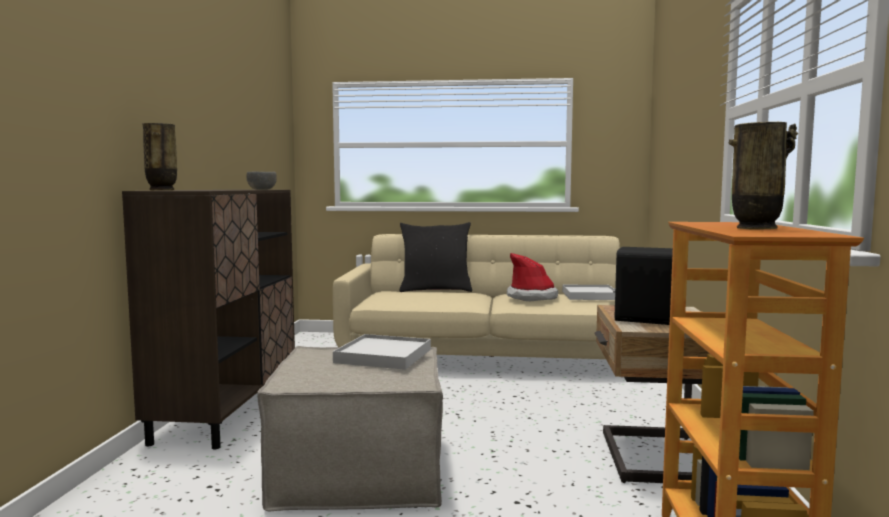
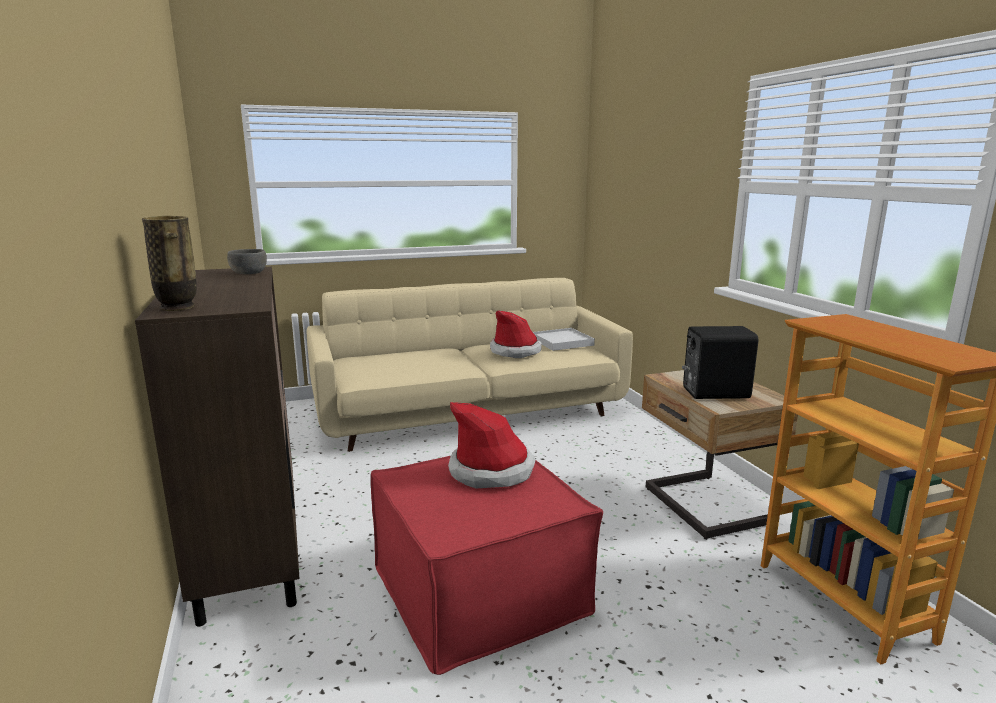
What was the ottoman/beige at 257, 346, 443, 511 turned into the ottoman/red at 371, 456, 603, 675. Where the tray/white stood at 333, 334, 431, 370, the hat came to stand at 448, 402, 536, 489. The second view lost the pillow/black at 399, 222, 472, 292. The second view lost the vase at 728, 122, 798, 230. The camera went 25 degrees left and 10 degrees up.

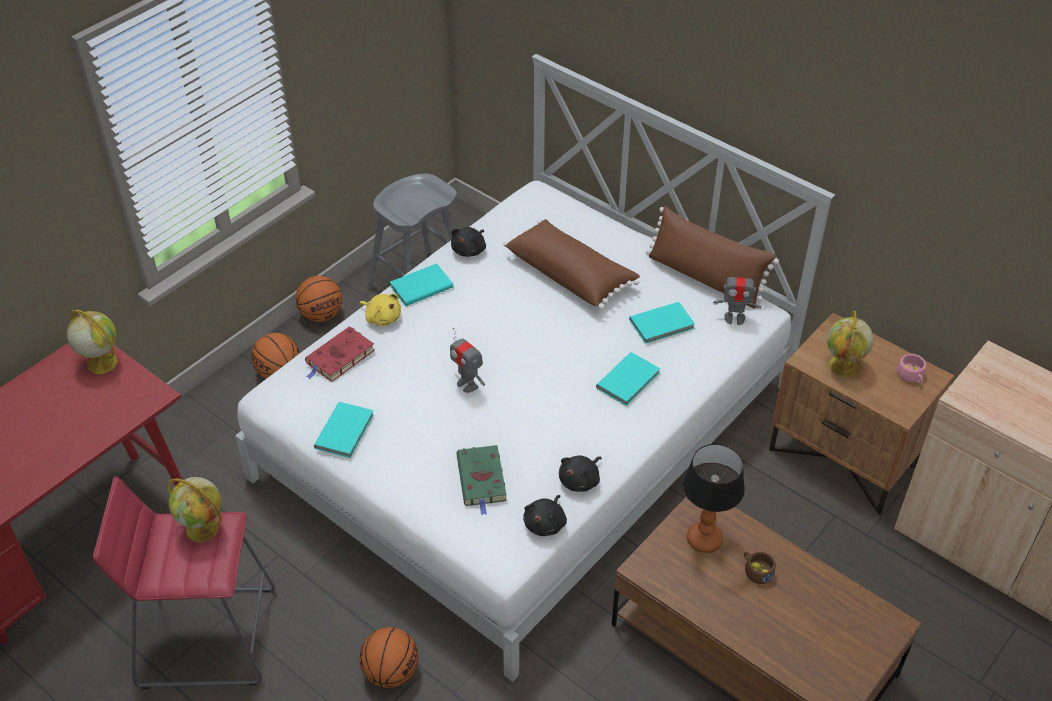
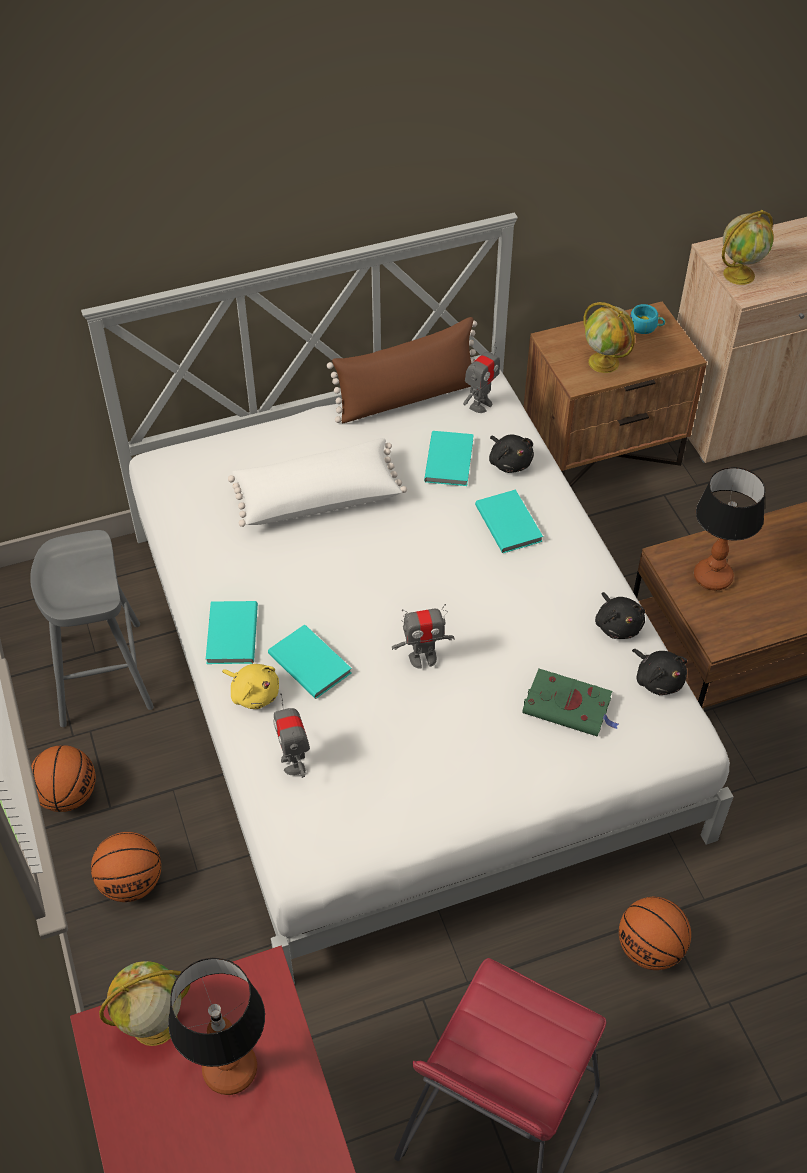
The globe ended up elsewhere, having gone from 167, 477, 222, 542 to 722, 210, 774, 285. Where the book/red stood at 305, 326, 375, 382, the toy robot came to stand at 273, 693, 310, 778. The book/turquoise ended up elsewhere, having gone from 314, 402, 374, 458 to 268, 624, 351, 699. The plush toy/yellow at 360, 293, 401, 326 ended up facing another way, 60 degrees clockwise from before. The plush toy/black ended up elsewhere, having gone from 451, 227, 486, 257 to 489, 435, 534, 473. What was the pillow/brown at 503, 219, 640, 309 turned into the pillow/white at 228, 438, 407, 527. The second view lost the cup/brown at 744, 552, 776, 584. What was the cup/pink at 897, 354, 926, 384 turned into the cup/turquoise at 630, 304, 666, 334. The second view gained the table lamp at 168, 957, 265, 1095. The camera went 60 degrees left and 5 degrees up.

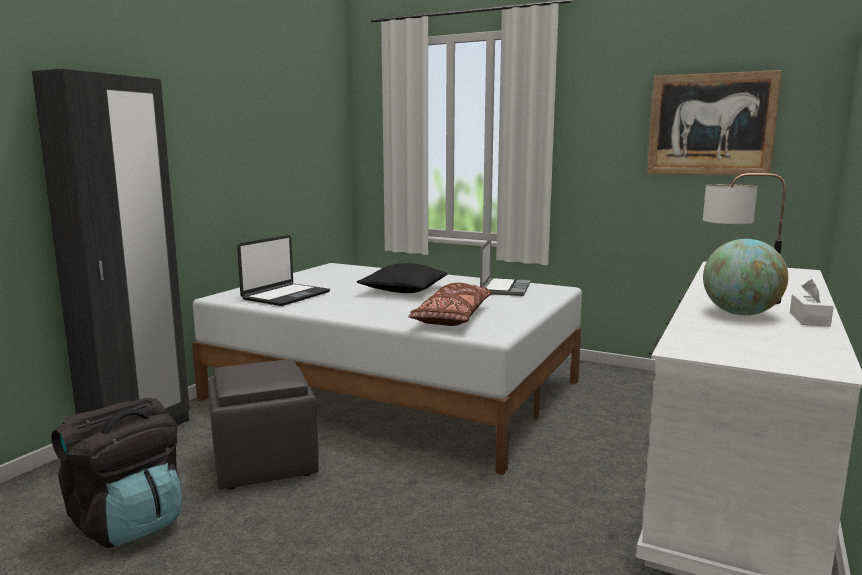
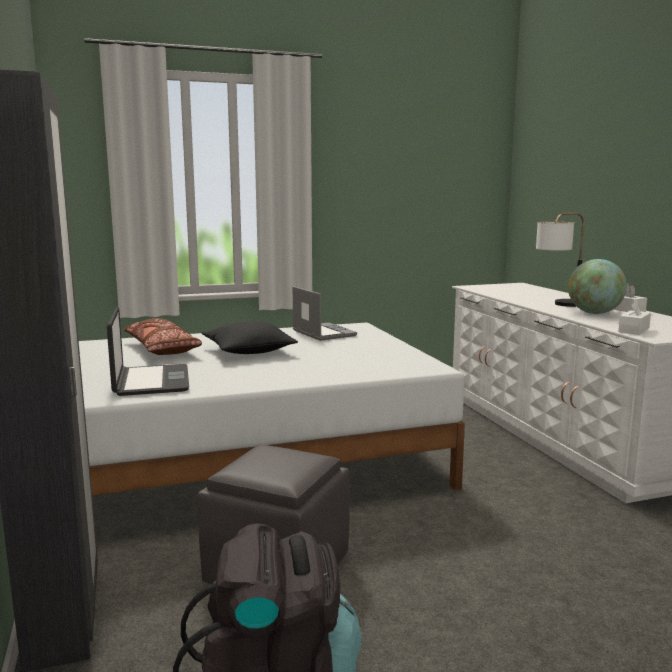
The pillow/brown ended up elsewhere, having gone from 408, 283, 493, 326 to 124, 318, 202, 355. The second view lost the picture at 647, 70, 782, 175. The second view gained the tissue box/white at 618, 298, 651, 335. The camera went 45 degrees left and 0 degrees up.

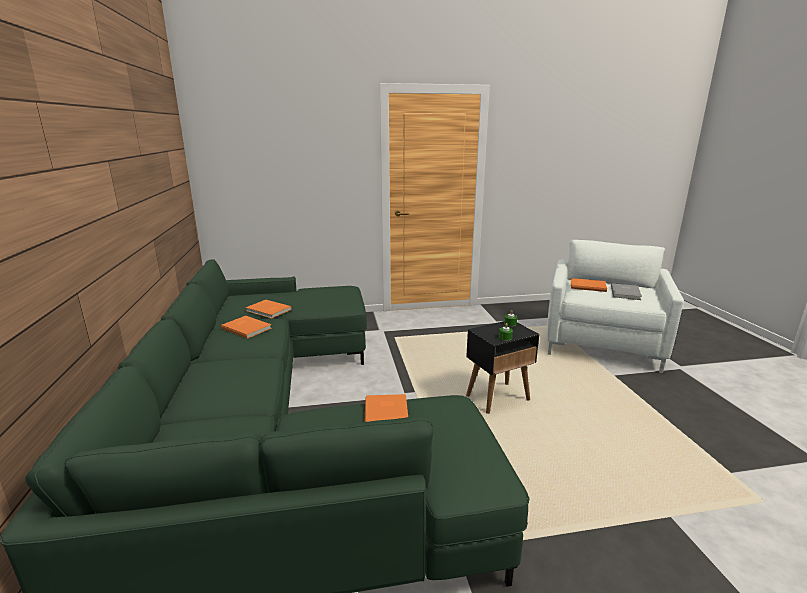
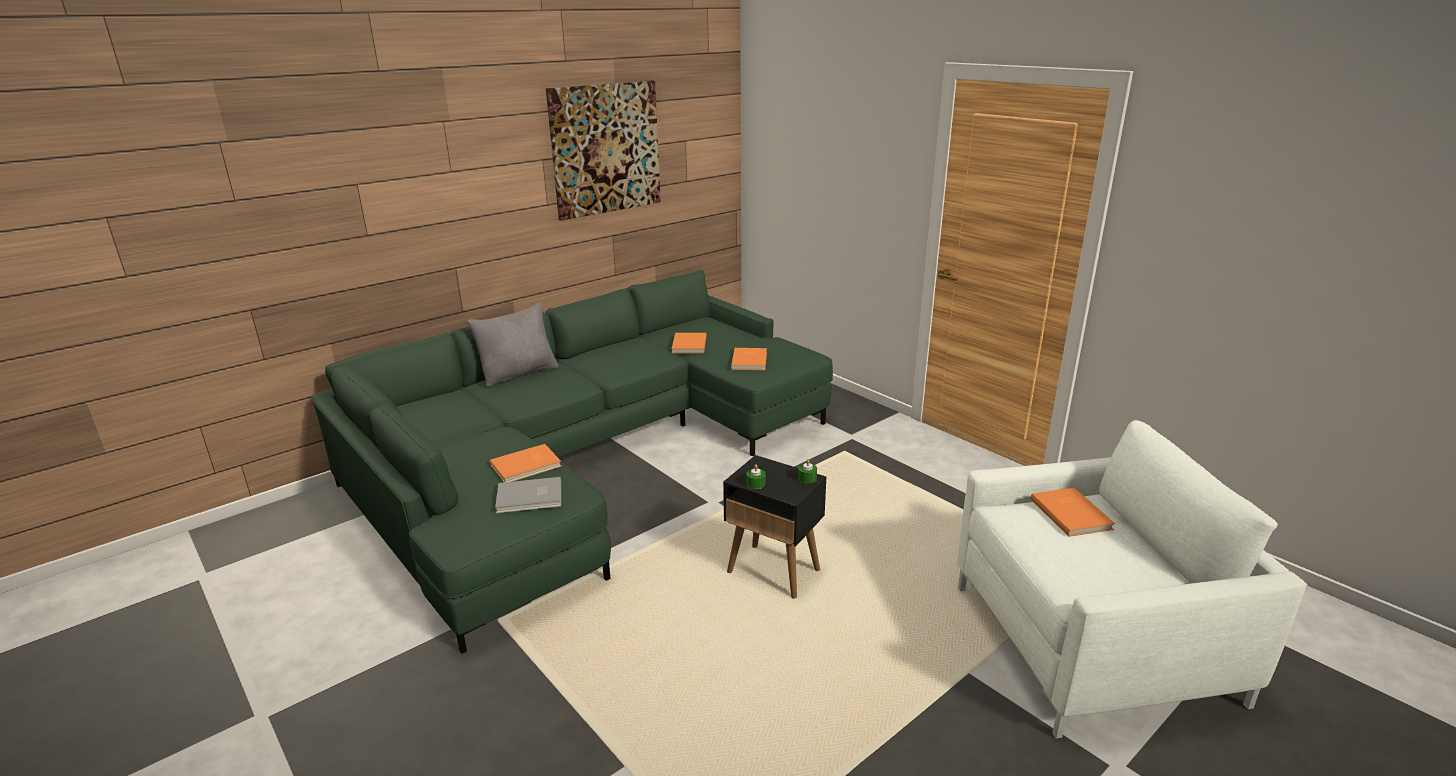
The book/orange ended up elsewhere, having gone from 221, 316, 272, 339 to 731, 348, 767, 370. The book/grey ended up elsewhere, having gone from 611, 283, 642, 300 to 495, 477, 561, 514. The second view gained the pillow/grey at 467, 302, 558, 387. The second view gained the picture at 546, 80, 661, 221. The camera went 60 degrees right and 5 degrees up.

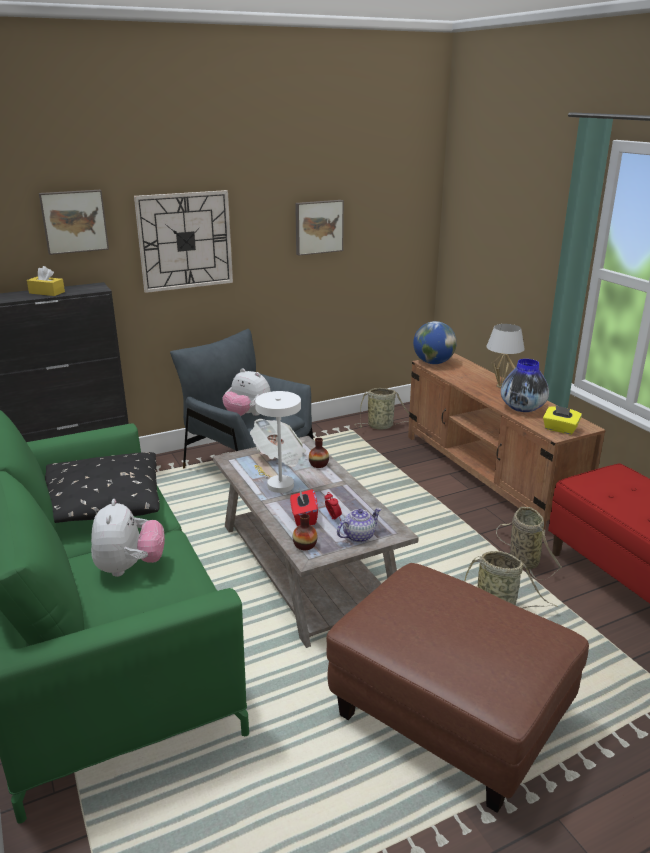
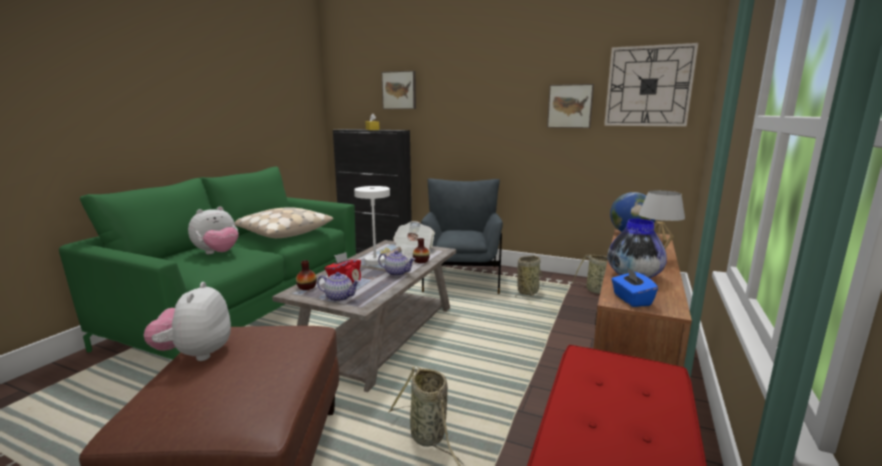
What was the pillow/black at 45, 452, 159, 523 turned into the pillow/beige at 235, 207, 334, 238. The wall clock ended up elsewhere, having gone from 134, 190, 233, 293 to 604, 43, 698, 127. The plush toy ended up elsewhere, having gone from 223, 368, 271, 416 to 144, 282, 231, 361. The basket ended up elsewhere, having gone from 496, 507, 562, 580 to 515, 256, 543, 298. What was the tissue box/yellow at 543, 405, 582, 435 turned into the tissue box/blue at 611, 267, 658, 307. The second view gained the teapot at 378, 251, 415, 276. The camera went 50 degrees right and 10 degrees down.

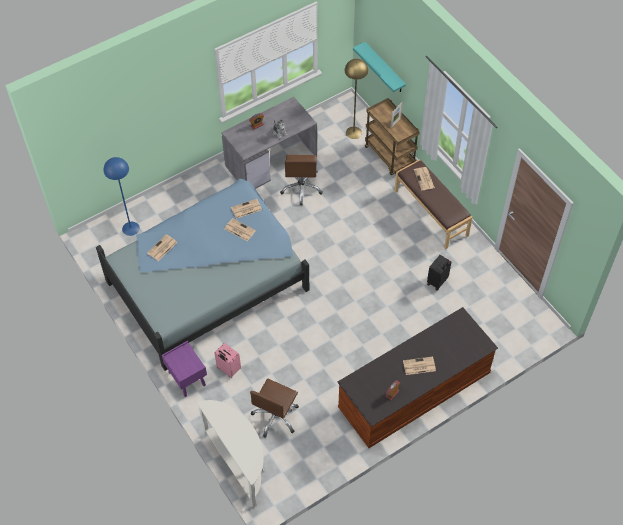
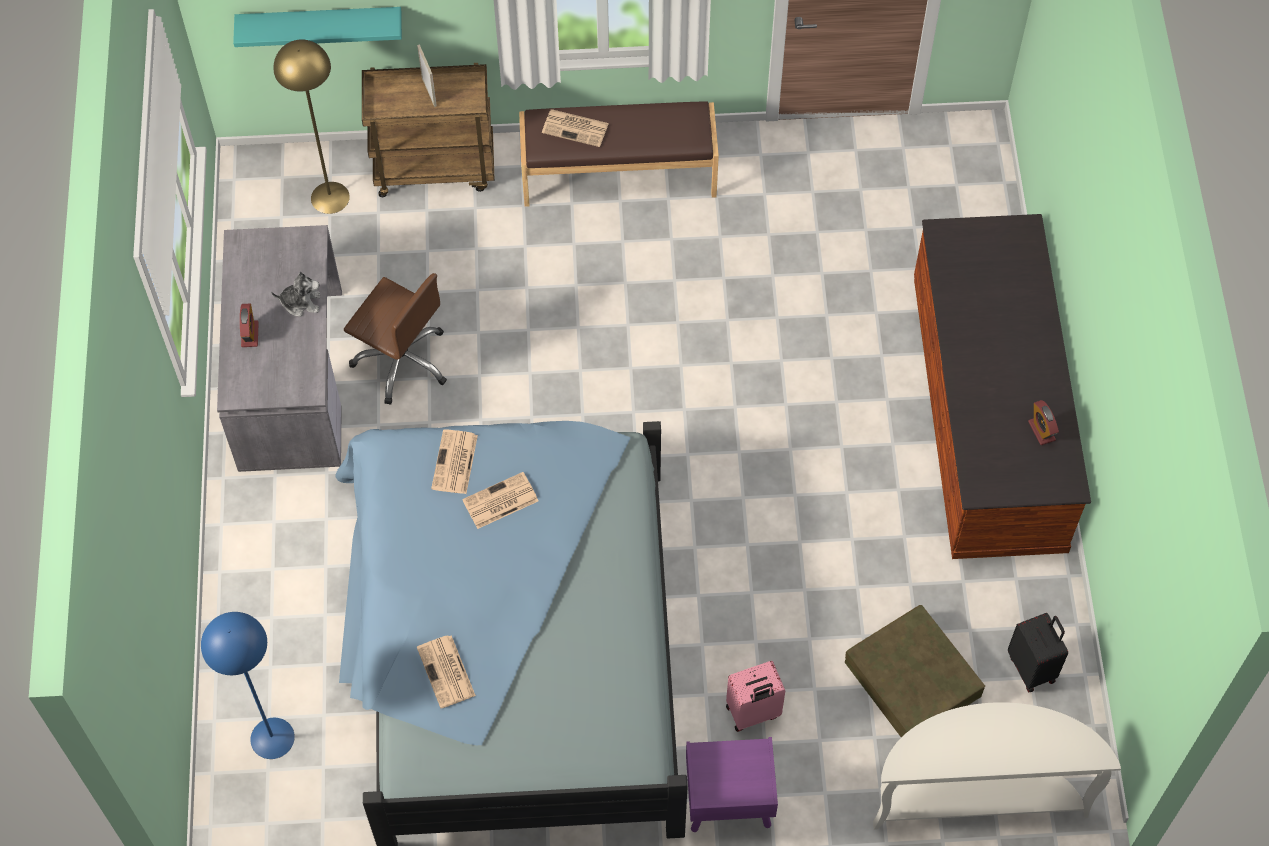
Where the office chair/brown stood at 250, 378, 299, 438, the storage box/brown came to stand at 845, 605, 985, 737. The second view lost the newspaper at 403, 357, 436, 375. The suitcase/black ended up elsewhere, having gone from 427, 255, 451, 291 to 1008, 613, 1068, 692. The camera went 60 degrees left and 5 degrees up.

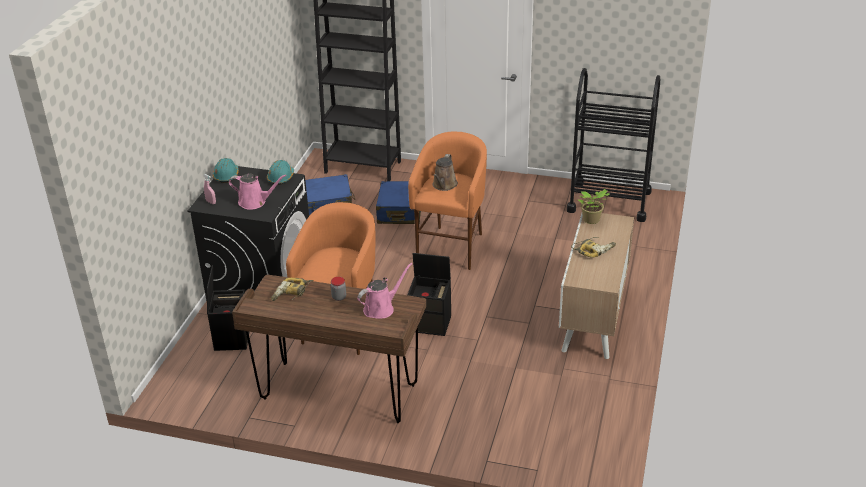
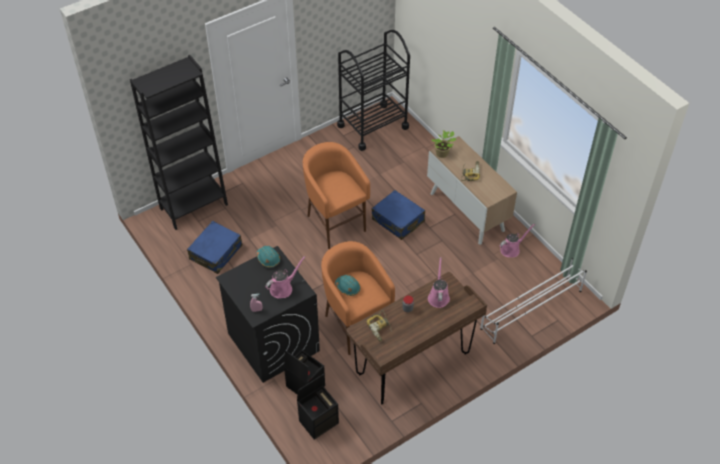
The hard hat/turquoise ended up elsewhere, having gone from 213, 158, 239, 183 to 335, 275, 360, 296. The suitcase/blue ended up elsewhere, having gone from 376, 181, 421, 224 to 372, 190, 425, 240. The storage box/black ended up elsewhere, having gone from 408, 253, 451, 336 to 297, 374, 339, 440. The second view lost the watering can/brown at 433, 154, 458, 191. The second view gained the shoe rack/white at 480, 258, 587, 344. The second view gained the watering can/pink at 500, 224, 535, 257. The camera went 50 degrees left and 15 degrees up.

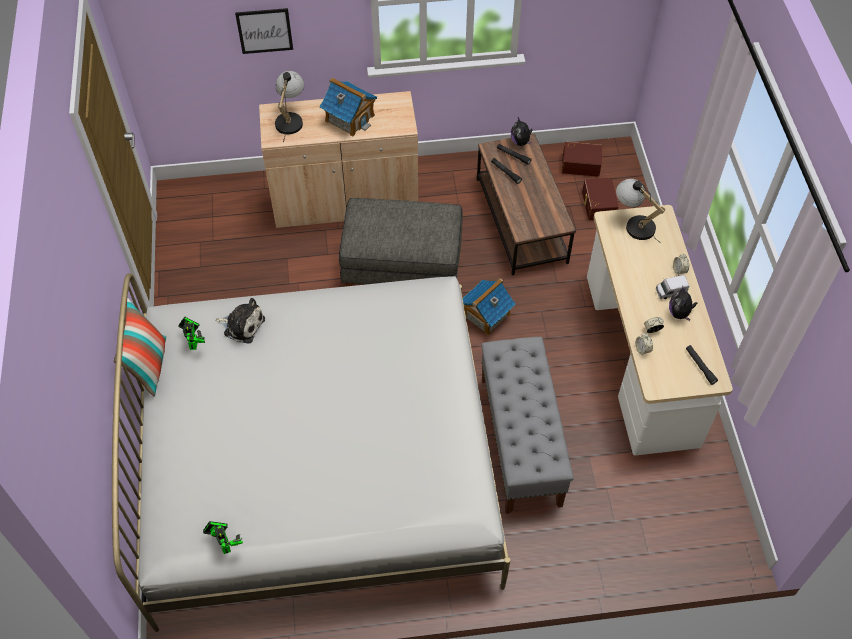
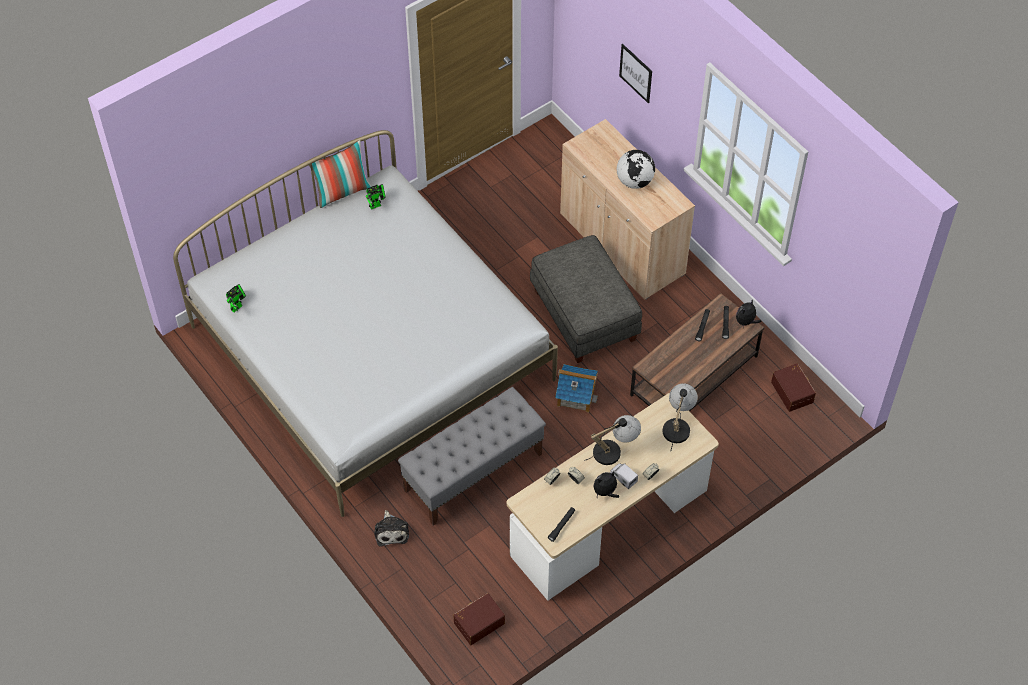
The plush toy ended up elsewhere, having gone from 215, 298, 265, 344 to 374, 510, 409, 547. The table lamp ended up elsewhere, having gone from 275, 71, 304, 142 to 584, 415, 641, 465. Where the toy house stood at 320, 77, 377, 137, the globe came to stand at 617, 150, 655, 189. The storage box/brown ended up elsewhere, having gone from 582, 178, 619, 220 to 453, 593, 505, 645. The camera went 60 degrees right and 0 degrees up.

